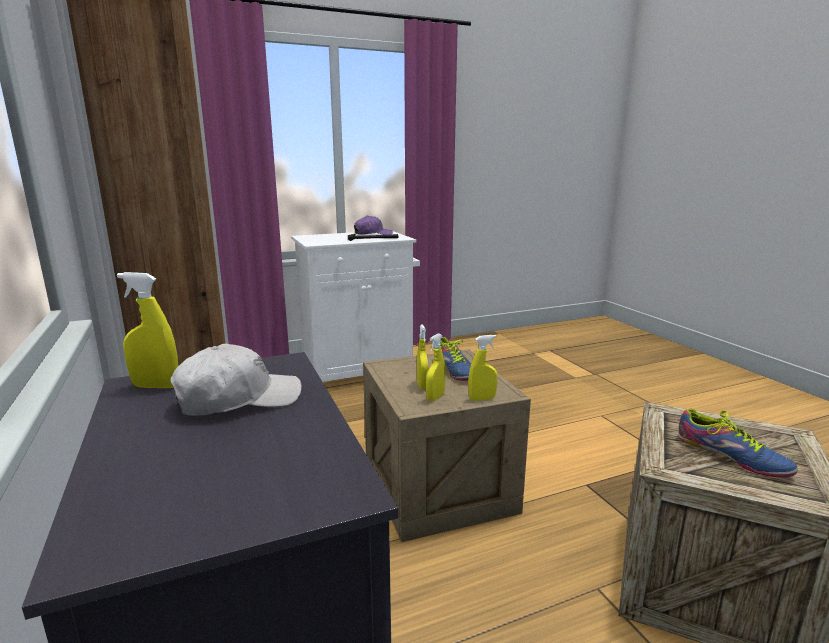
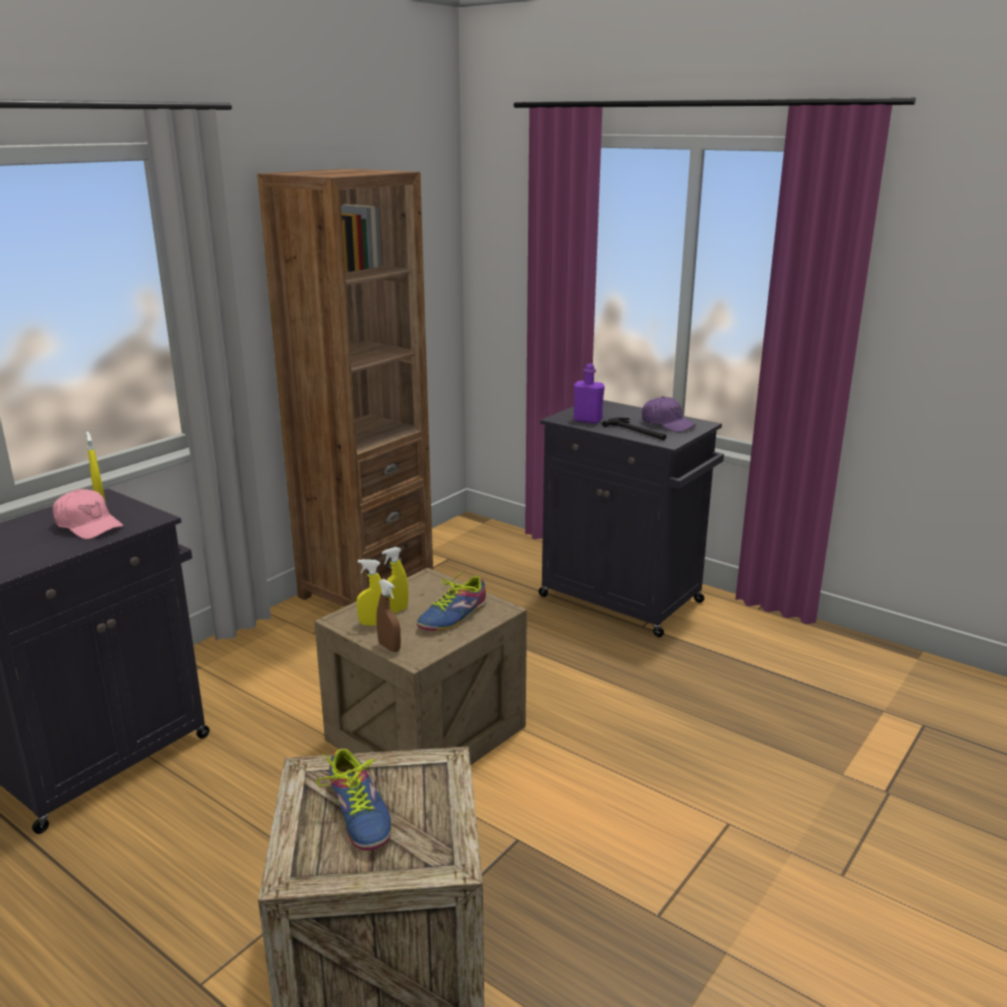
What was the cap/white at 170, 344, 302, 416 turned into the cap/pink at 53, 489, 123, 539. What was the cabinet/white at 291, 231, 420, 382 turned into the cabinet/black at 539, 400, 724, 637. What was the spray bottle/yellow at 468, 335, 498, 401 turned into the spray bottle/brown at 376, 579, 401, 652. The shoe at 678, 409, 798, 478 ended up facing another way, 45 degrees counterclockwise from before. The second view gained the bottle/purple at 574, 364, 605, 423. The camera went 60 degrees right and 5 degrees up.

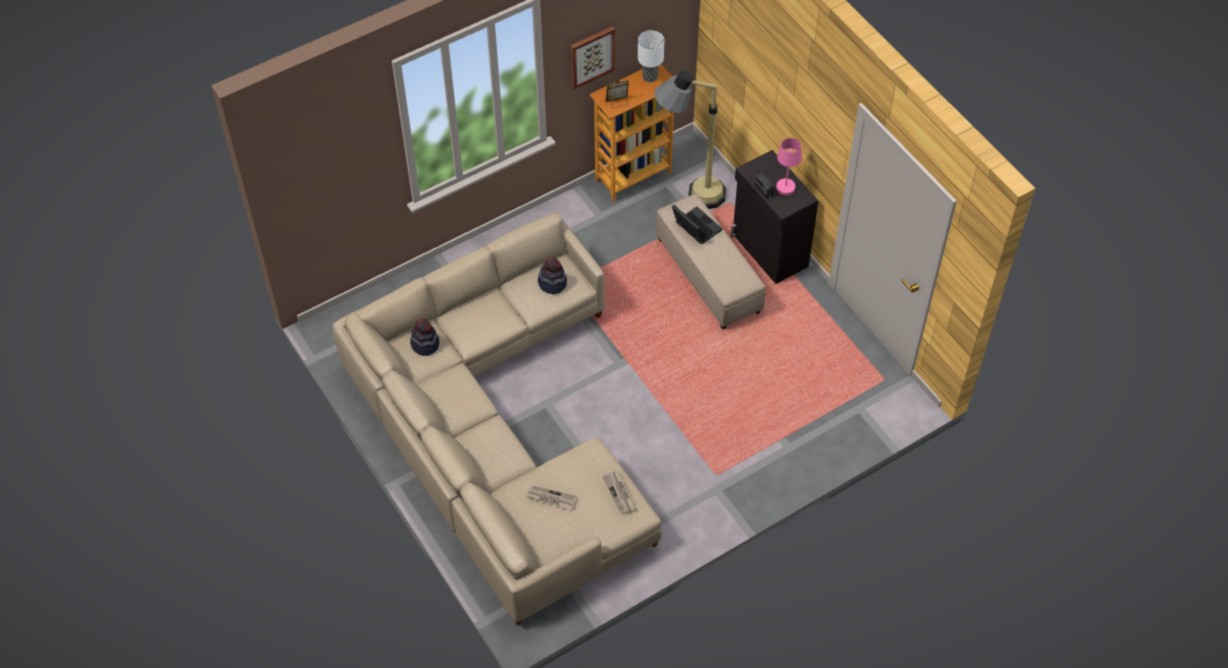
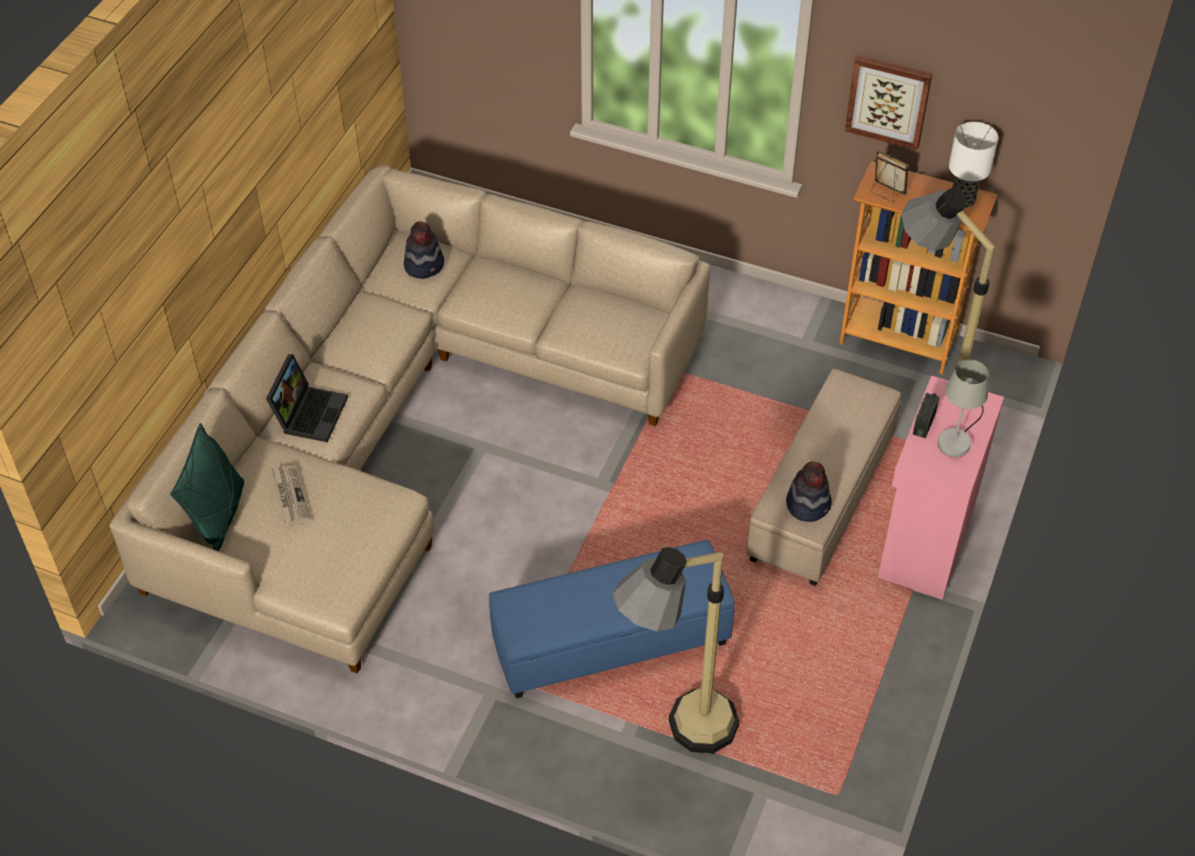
The hat ended up elsewhere, having gone from 538, 257, 567, 294 to 786, 461, 832, 522. The second view lost the newspaper at 602, 470, 635, 514. The laptop ended up elsewhere, having gone from 672, 205, 722, 245 to 266, 354, 348, 442. What was the cabinet/black at 730, 150, 819, 284 turned into the cabinet/pink at 878, 376, 1004, 600. What was the table lamp/pink at 756, 138, 802, 195 turned into the table lamp/grey at 938, 360, 989, 457. The second view gained the pillow/green at 170, 423, 244, 551. The second view gained the ottoman/blue at 489, 540, 734, 698. The second view gained the floor lamp at 612, 547, 740, 754. The camera went 55 degrees right and 5 degrees down.

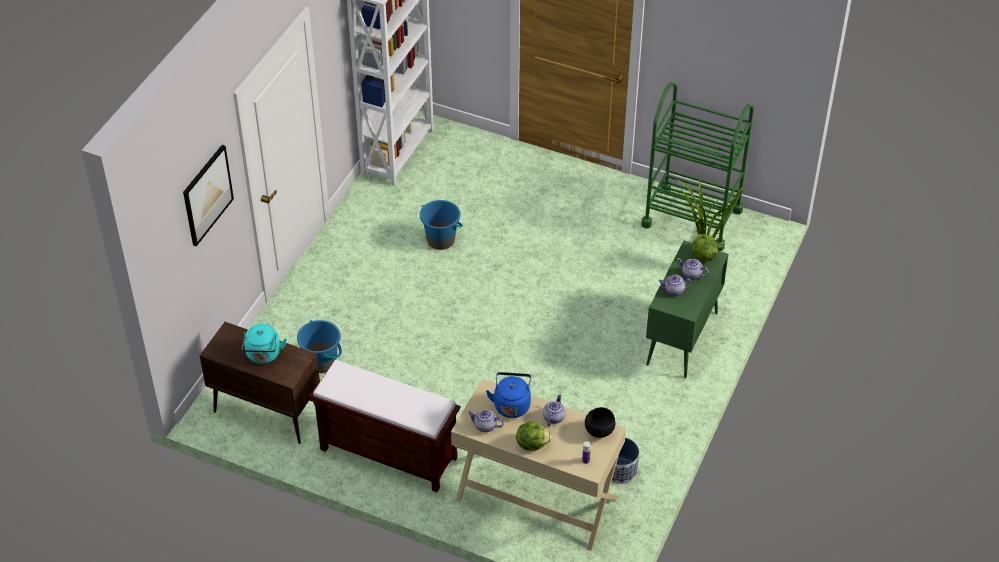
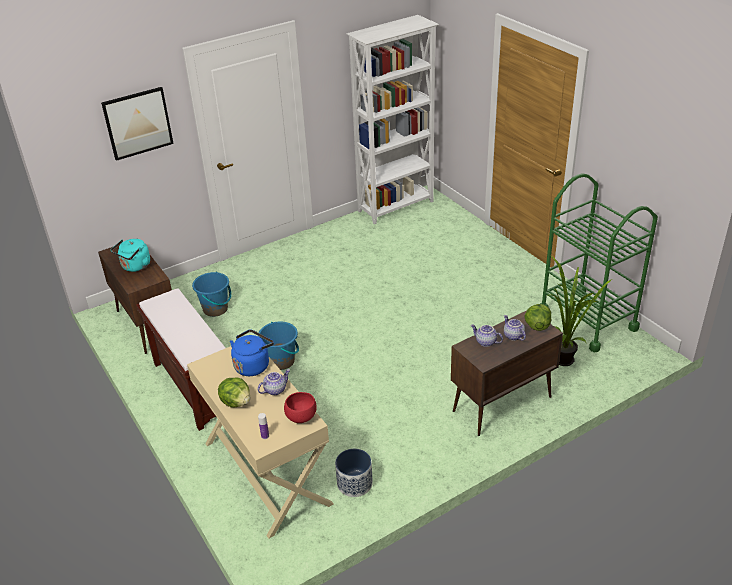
The bucket/blue ended up elsewhere, having gone from 420, 200, 463, 250 to 258, 322, 299, 370. The second view lost the teapot at 467, 409, 504, 432. What was the bowl/black at 585, 407, 615, 438 turned into the bowl/red at 284, 392, 317, 423. What was the cabinet/green at 646, 240, 728, 378 turned into the cabinet/brown at 451, 311, 563, 436. The camera went 35 degrees right and 10 degrees down.

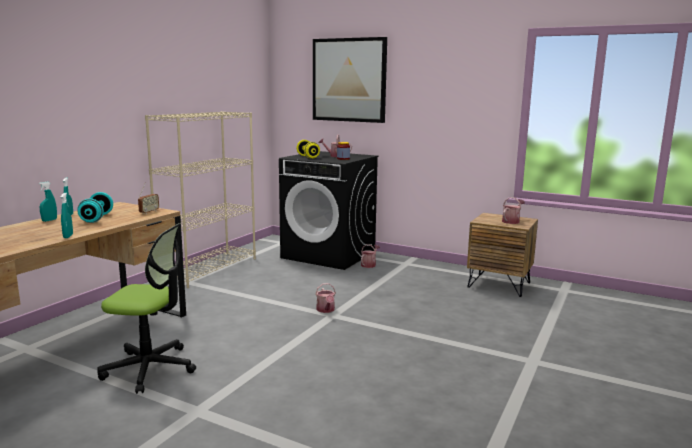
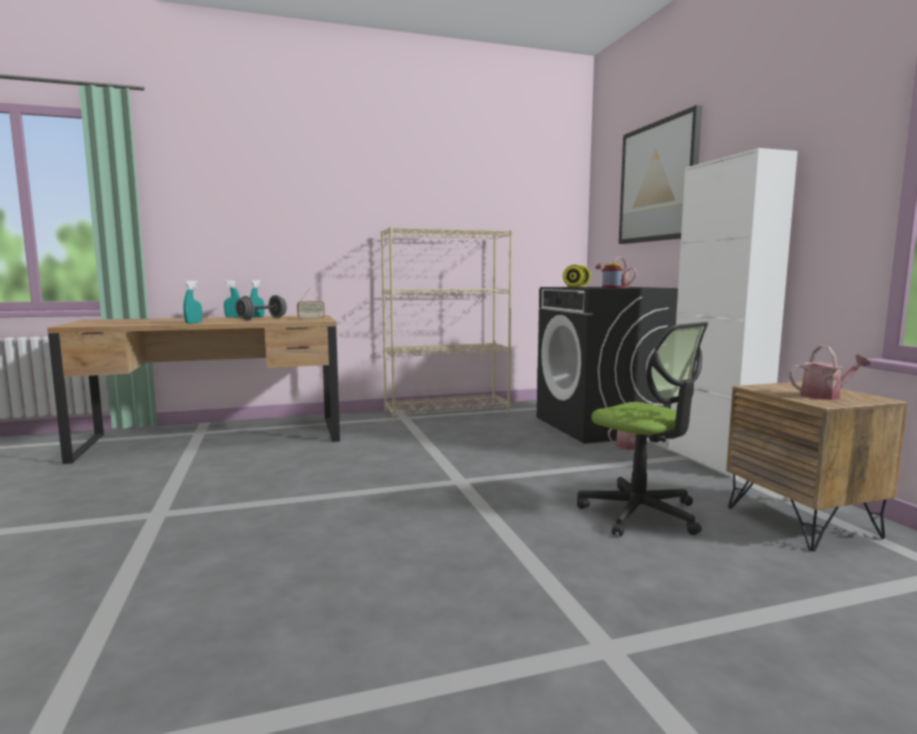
What was the dumbbell/turquoise at 77, 192, 113, 223 turned into the dumbbell/grey at 235, 295, 287, 320. The office chair ended up elsewhere, having gone from 97, 223, 196, 394 to 577, 322, 708, 536. The second view lost the watering can at 315, 283, 336, 313. The second view gained the cabinet/white at 669, 148, 798, 479. The camera went 45 degrees right and 5 degrees down.

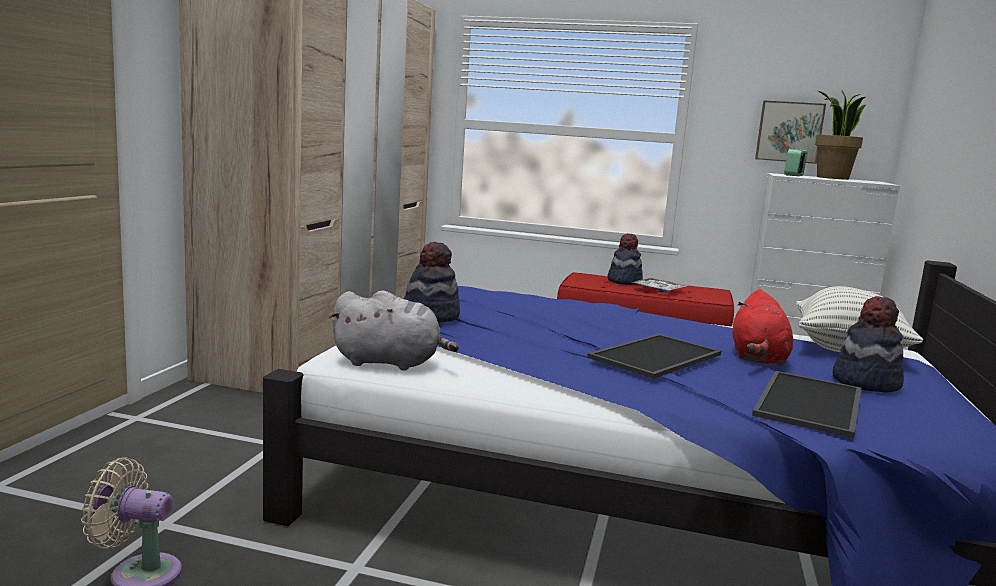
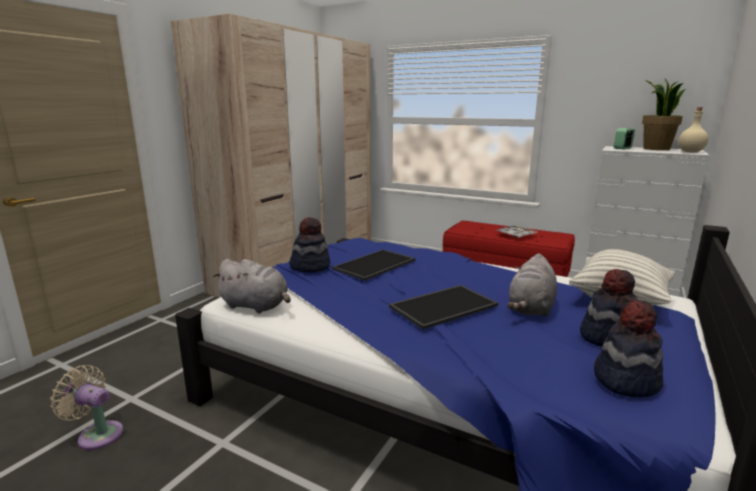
The hat ended up elsewhere, having gone from 607, 233, 643, 285 to 594, 300, 663, 397. What was the plush toy/red at 732, 289, 793, 366 turned into the plush toy/grey at 507, 253, 557, 317. The tray ended up elsewhere, having gone from 752, 371, 861, 438 to 332, 249, 415, 281. The second view lost the picture at 755, 100, 826, 164. The second view gained the bottle/beige at 678, 107, 708, 152. The camera went 15 degrees right and 5 degrees up.

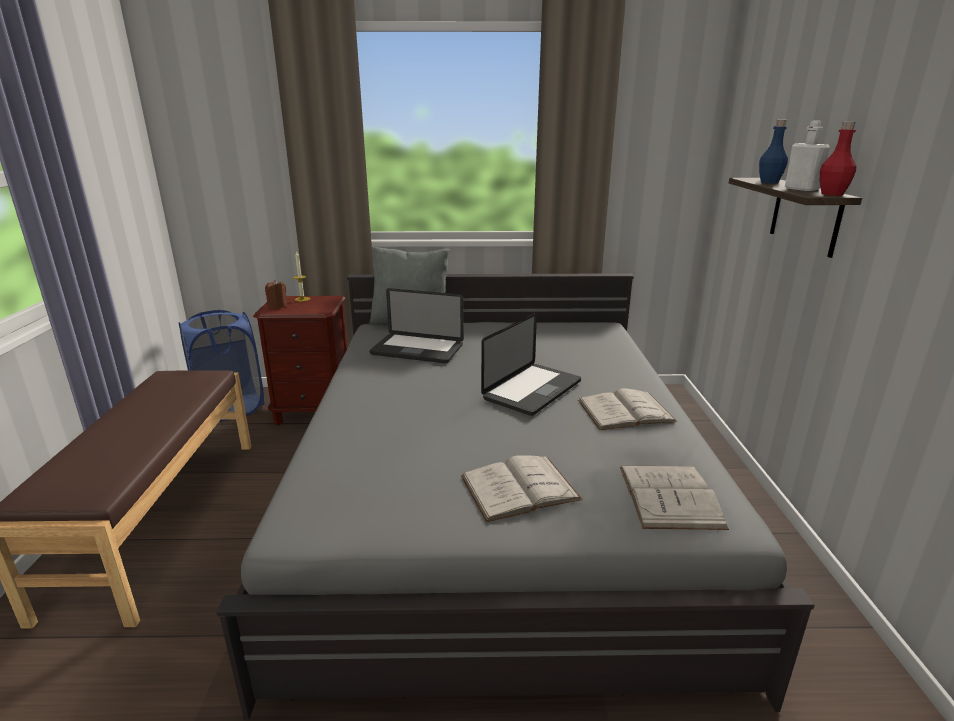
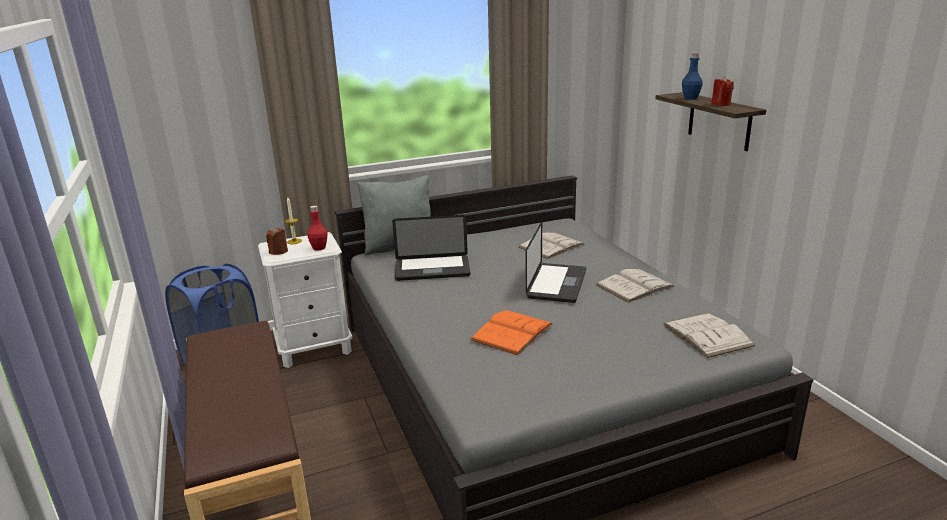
What was the nightstand/brown at 253, 296, 348, 425 turned into the nightstand/white at 258, 232, 352, 368. The book/white ended up elsewhere, having gone from 461, 455, 582, 522 to 518, 233, 584, 259. Where the bottle/white stood at 785, 121, 830, 191, the candle/red came to stand at 711, 76, 734, 106. The bottle/red ended up elsewhere, having gone from 820, 122, 856, 196 to 308, 206, 327, 250. The second view gained the book/orange at 471, 310, 553, 356. The camera went 20 degrees left and 0 degrees up.

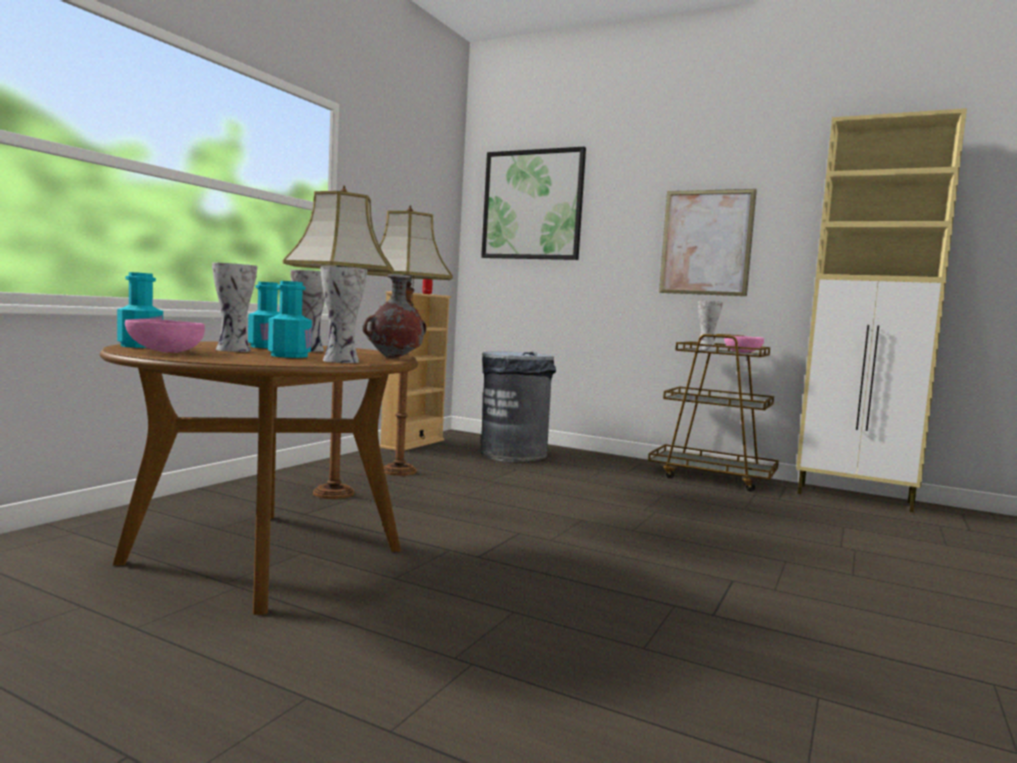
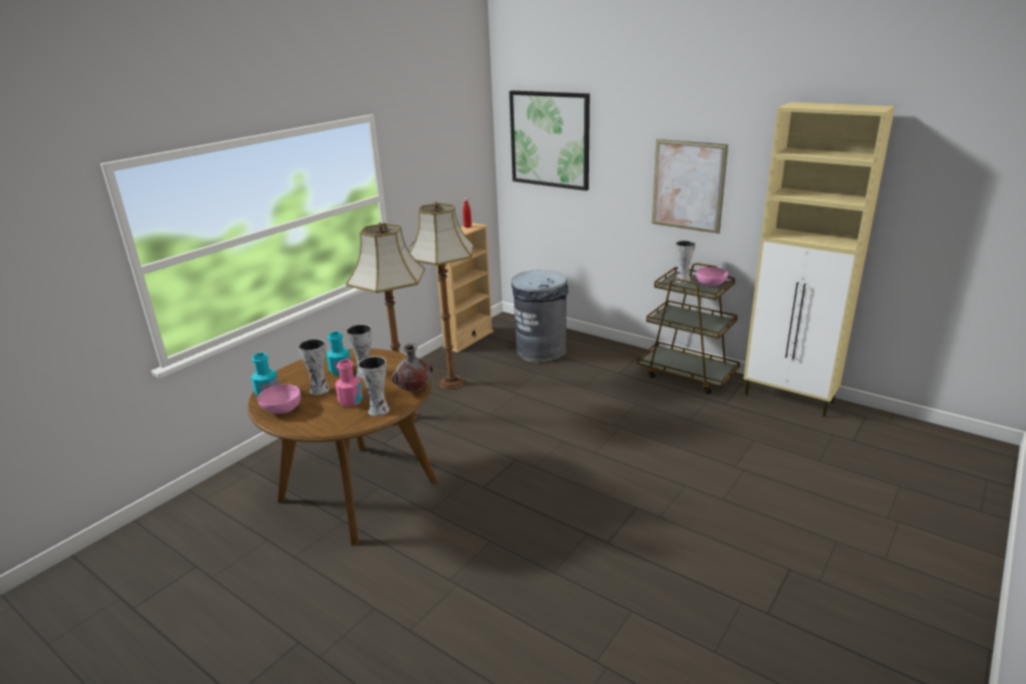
What was the bottle/turquoise at 268, 281, 312, 358 turned into the bottle/pink at 335, 359, 363, 407. The camera went 10 degrees right and 20 degrees up.

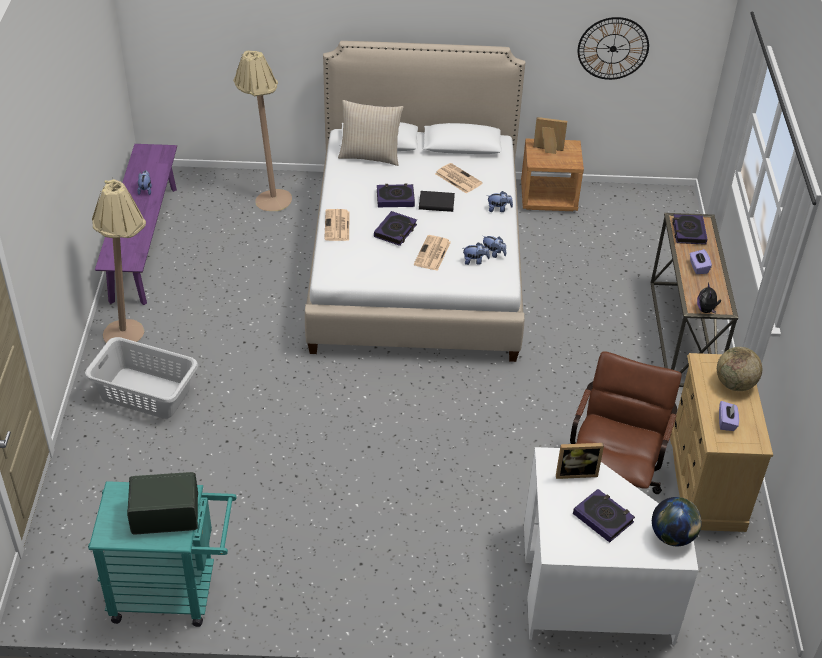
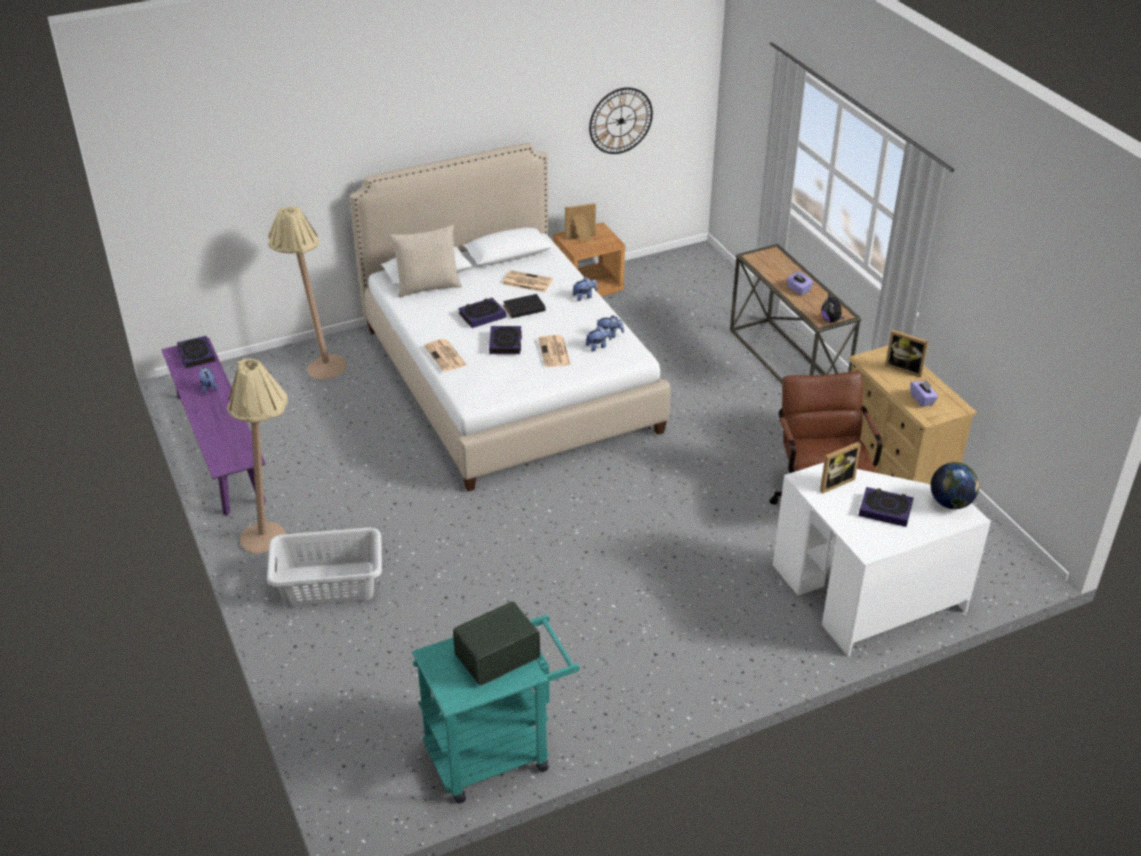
The book ended up elsewhere, having gone from 672, 214, 707, 245 to 177, 336, 216, 368. Where the globe stood at 717, 347, 762, 391, the picture frame came to stand at 885, 330, 929, 378. The camera went 25 degrees left and 5 degrees down.

